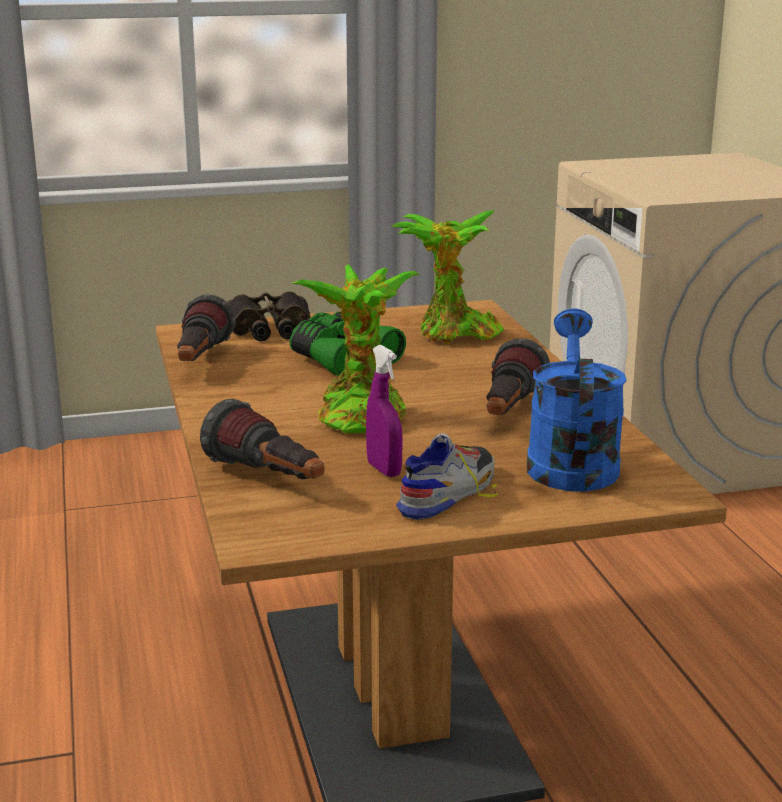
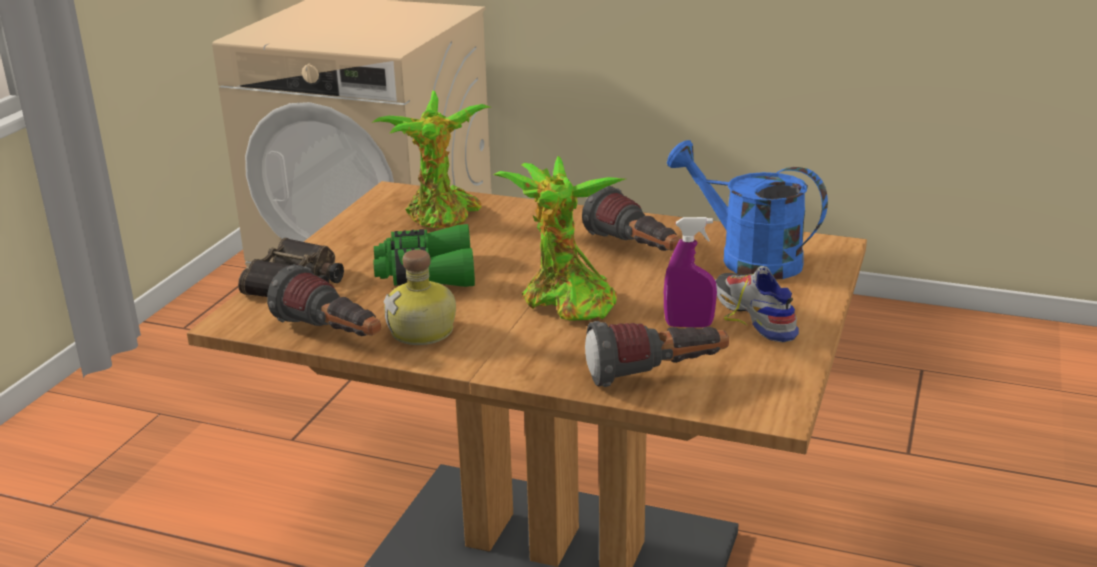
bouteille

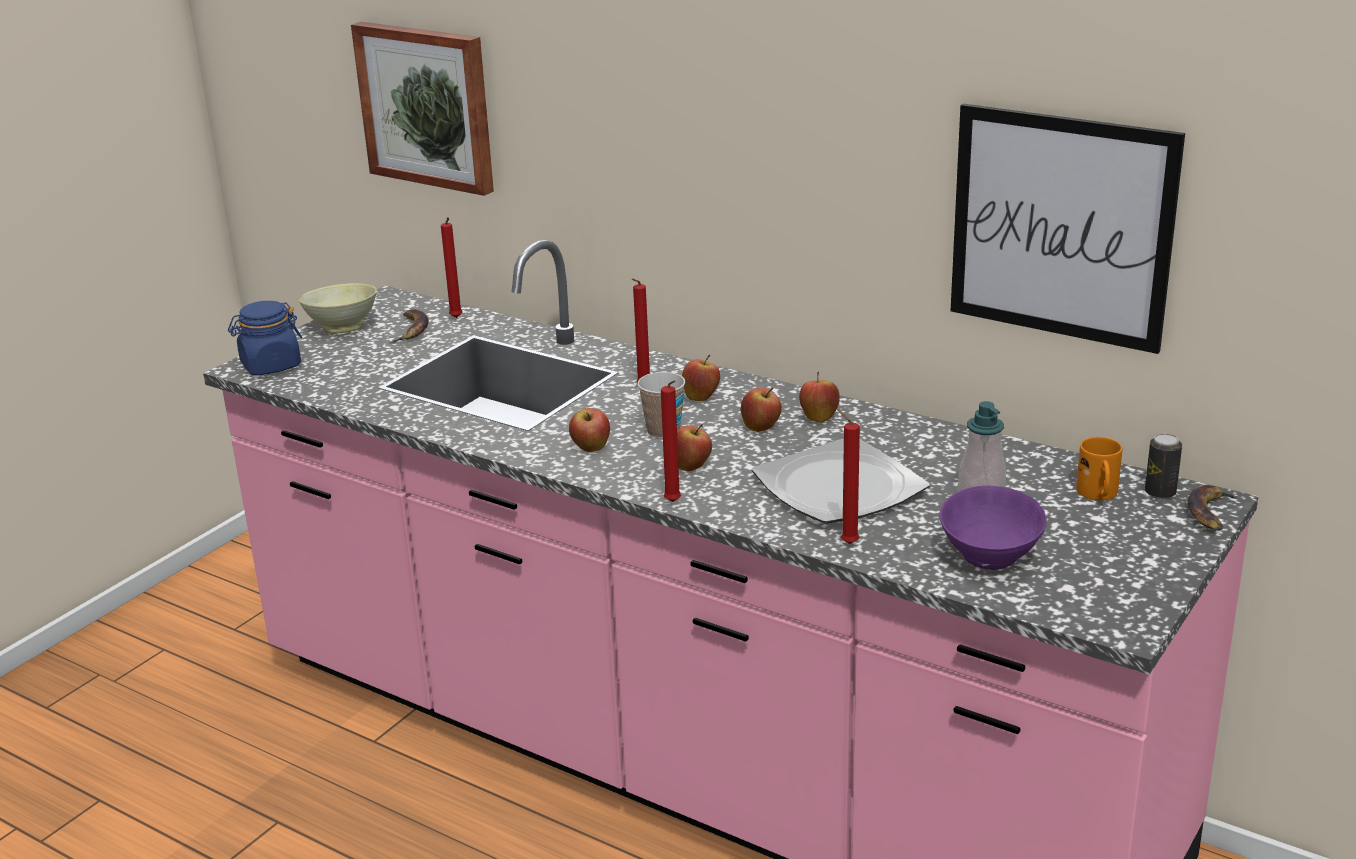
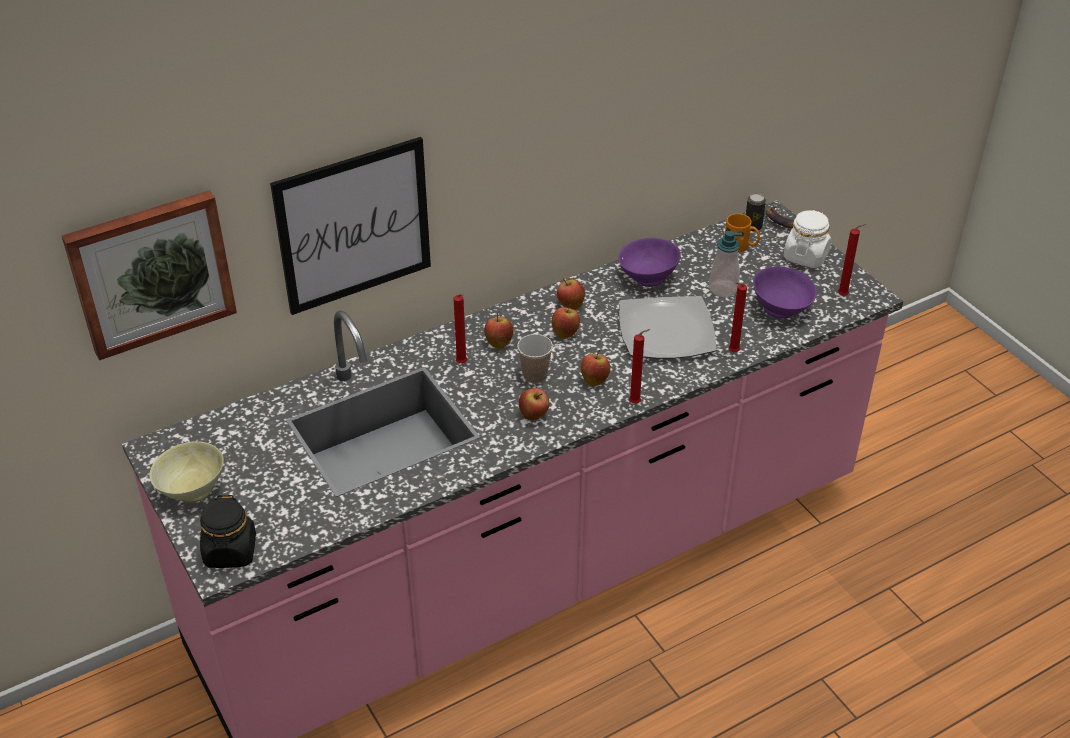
bocal (noir)
banane (no. 1 from left in the first image)
bougie (rouge) (no. 4 from left)
tableau (no. 2 from left)
bol (violet) (no. 1 from left)
bocal (blanc)

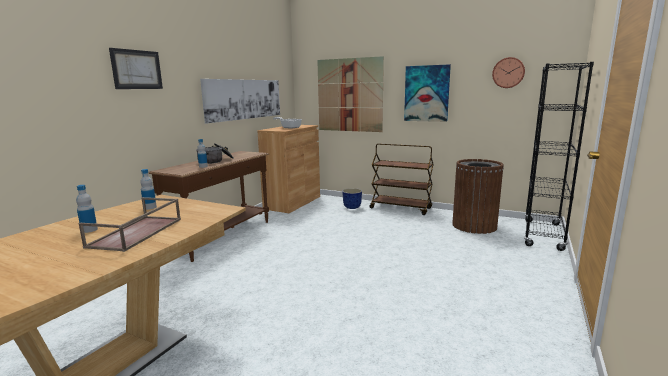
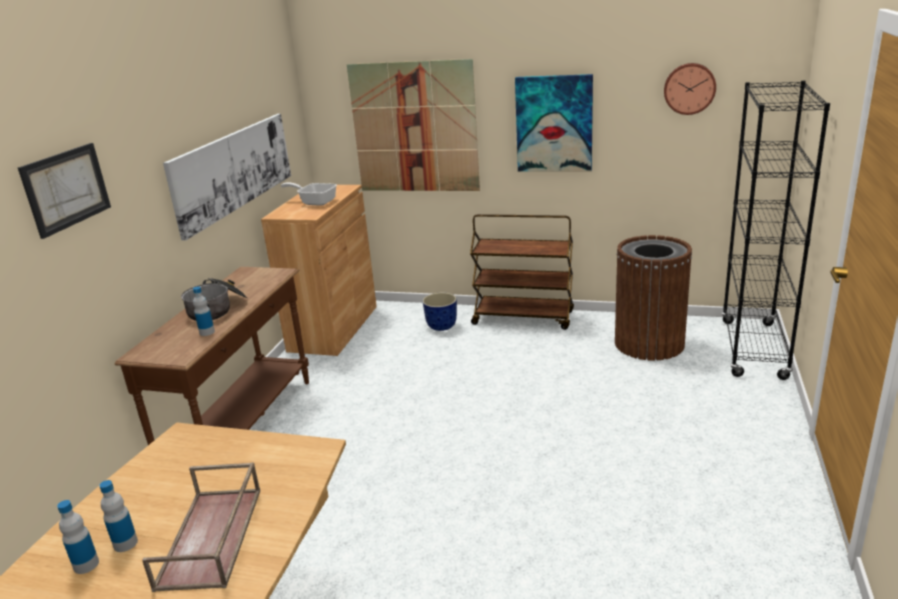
bouteille (no. 1 from left)

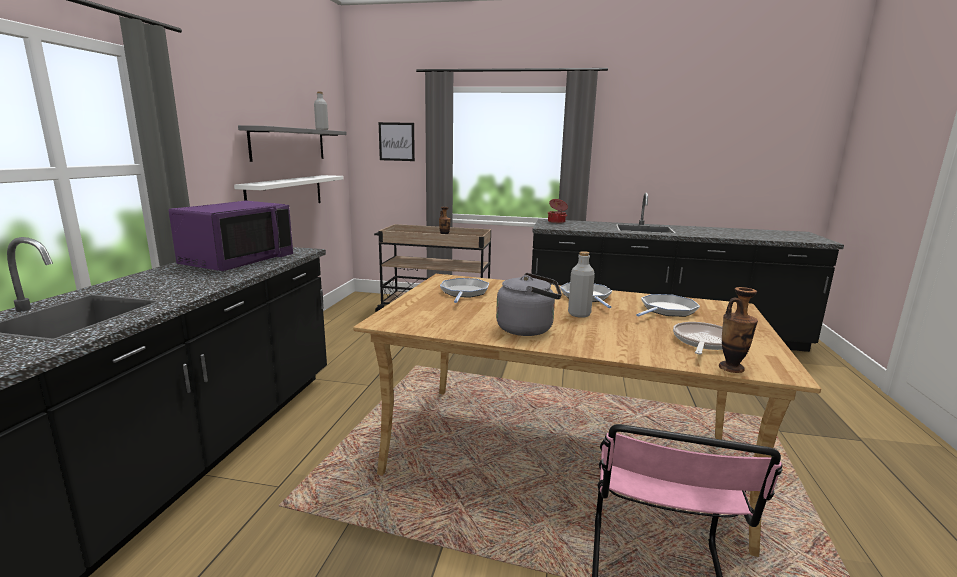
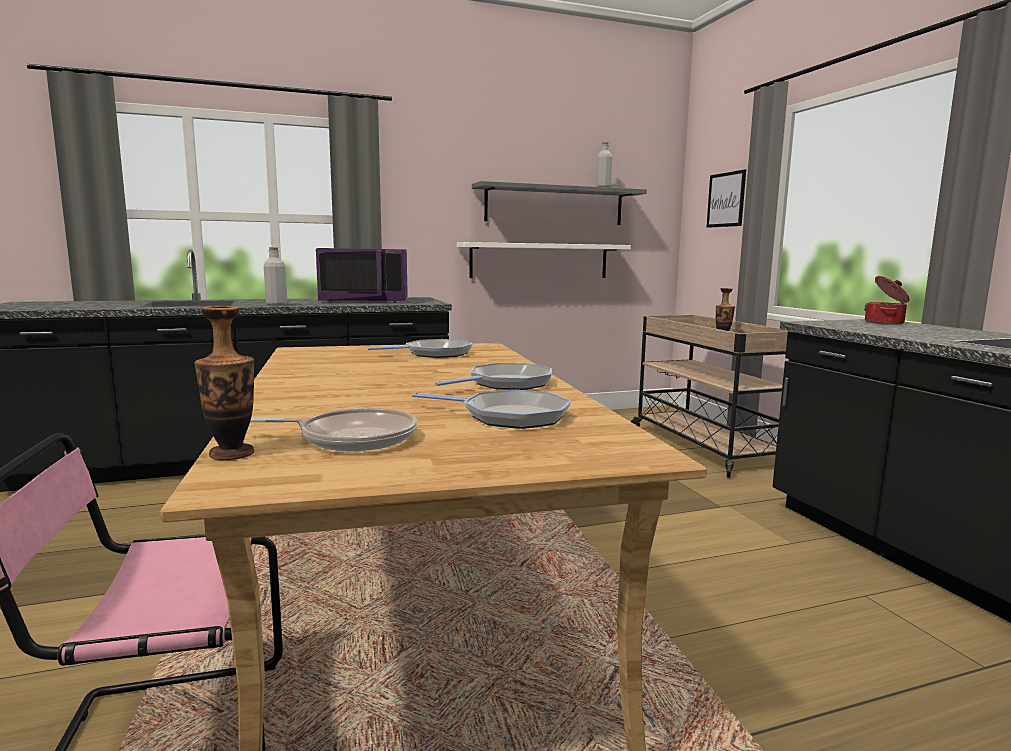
bouilloire (gris)
bouteille (gris) (no. 1 from left)

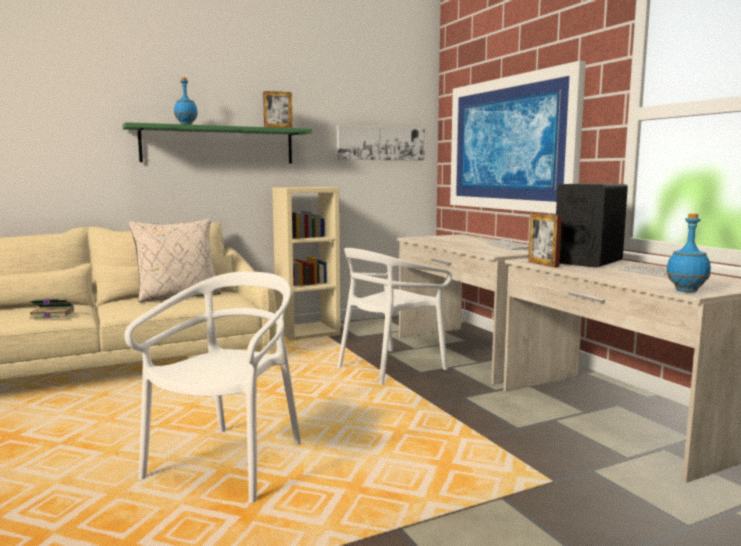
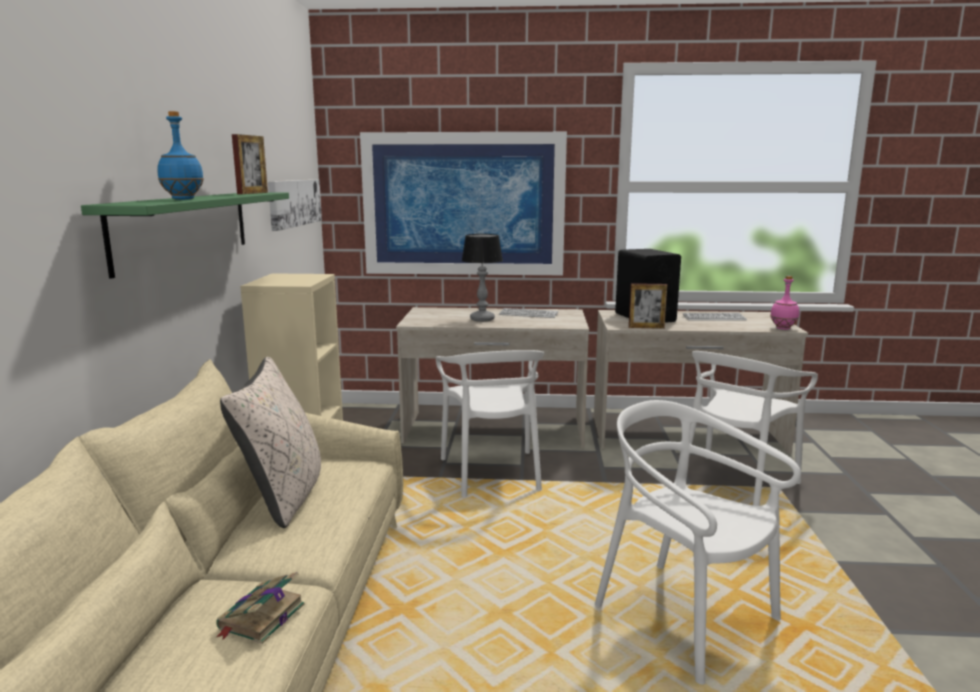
bouteille (rose)
lampe de table
chaise (blanc) (no. 3 from left)

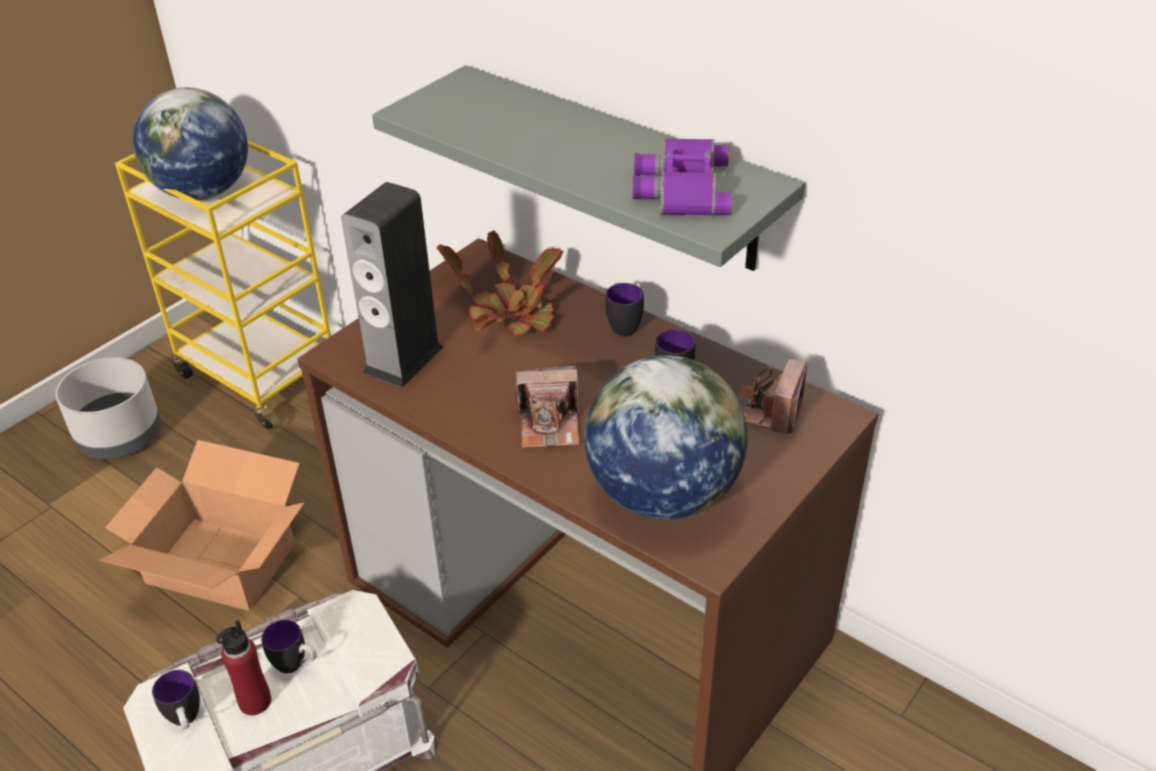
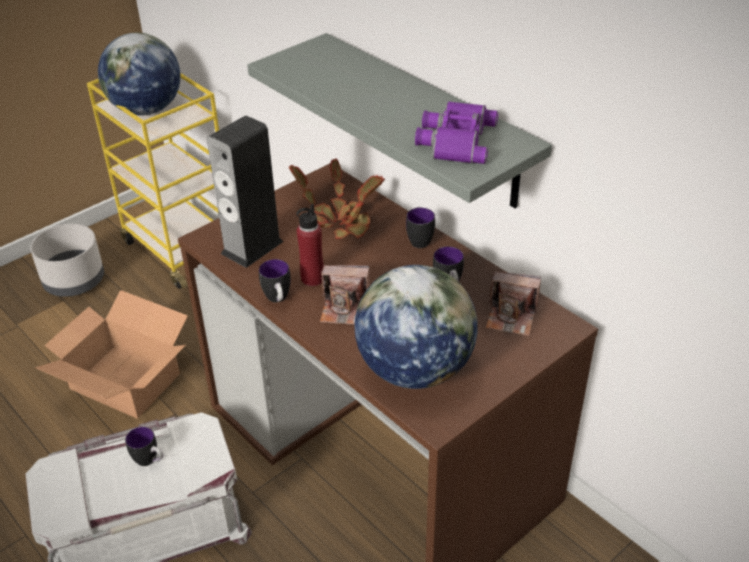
mug (no. 2 from left)
bouteille (rouge)
appareil photo (no. 2 from left)

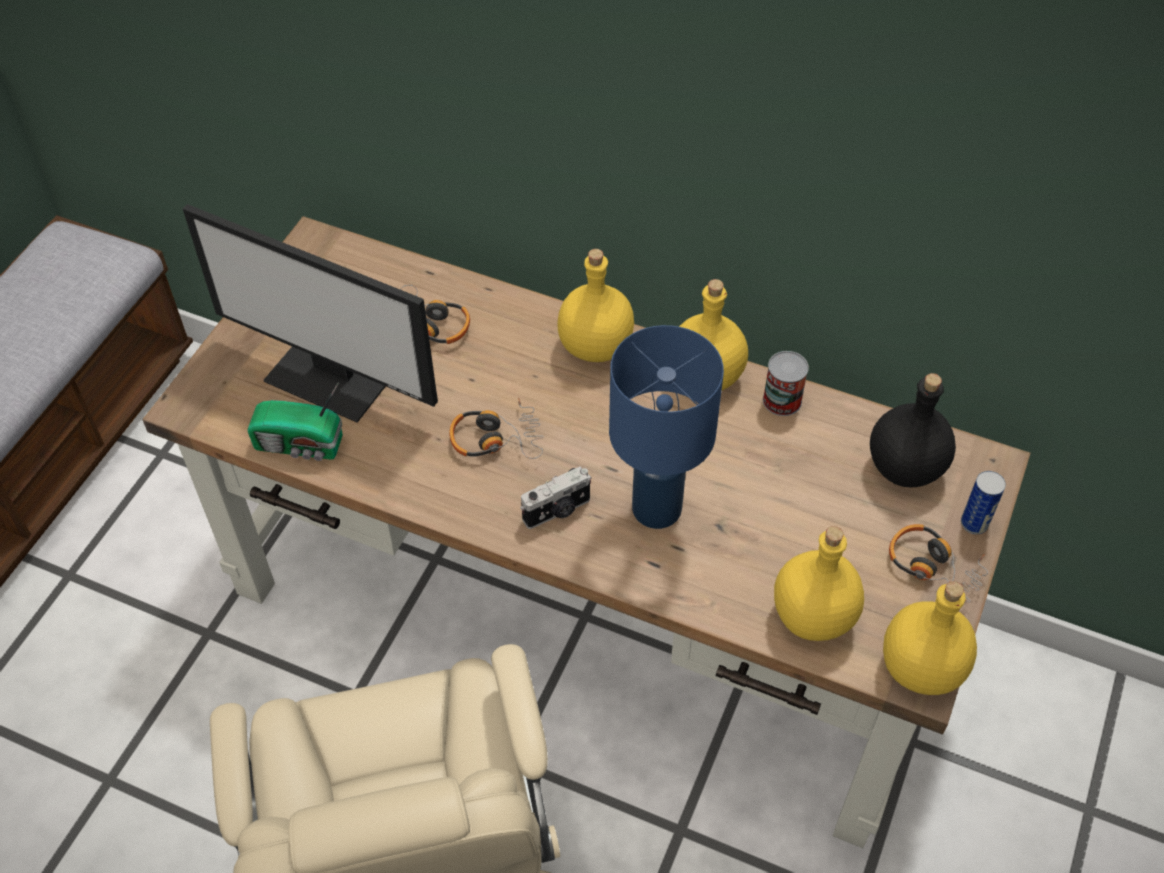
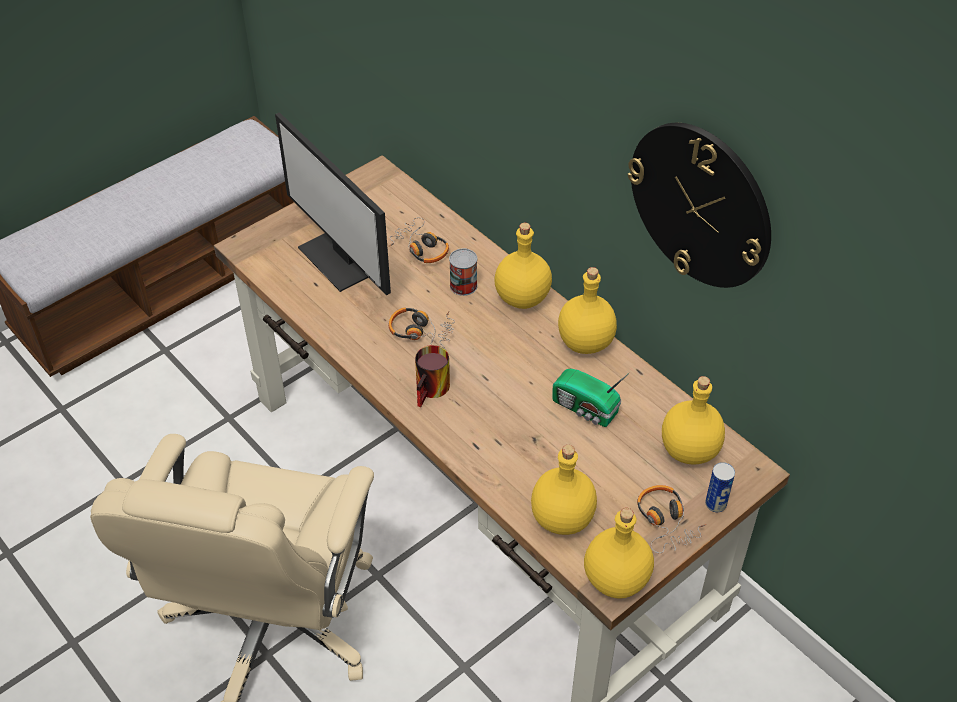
radio
mug
lampe de table (bleu)
boîte métallique (no. 1 from left)
bouteille (jaune) (no. 5 from left)
horloge murale

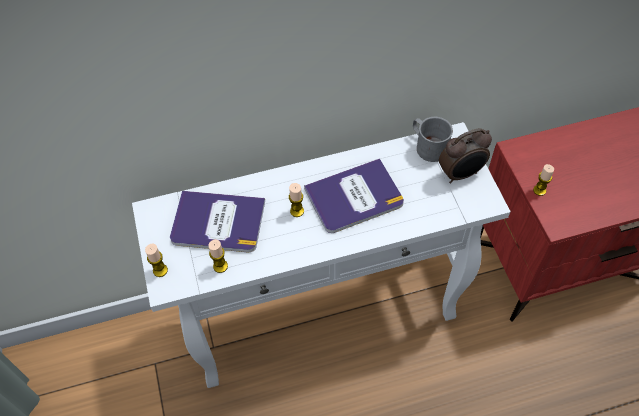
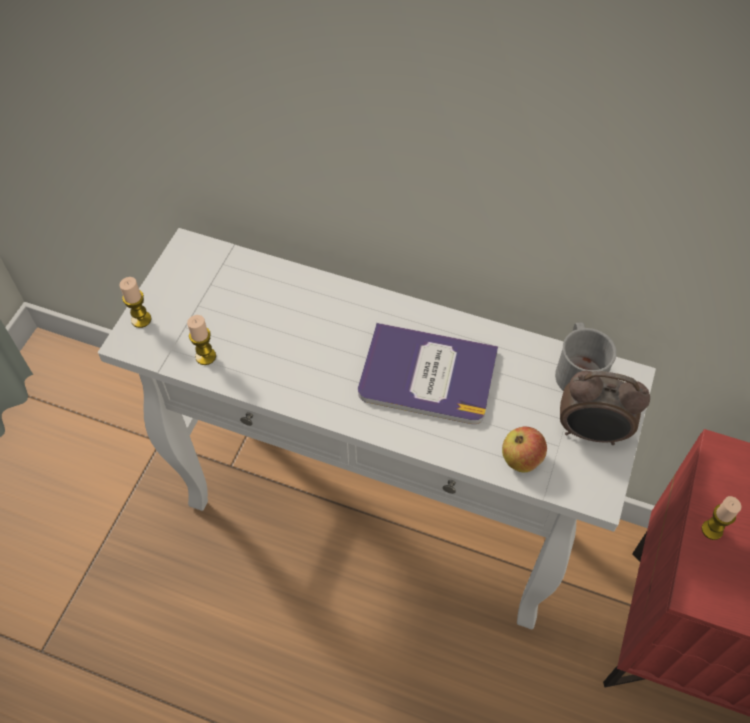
livre (no. 1 from left in the first image)
bougie (no. 3 from left in the first image)
pomme

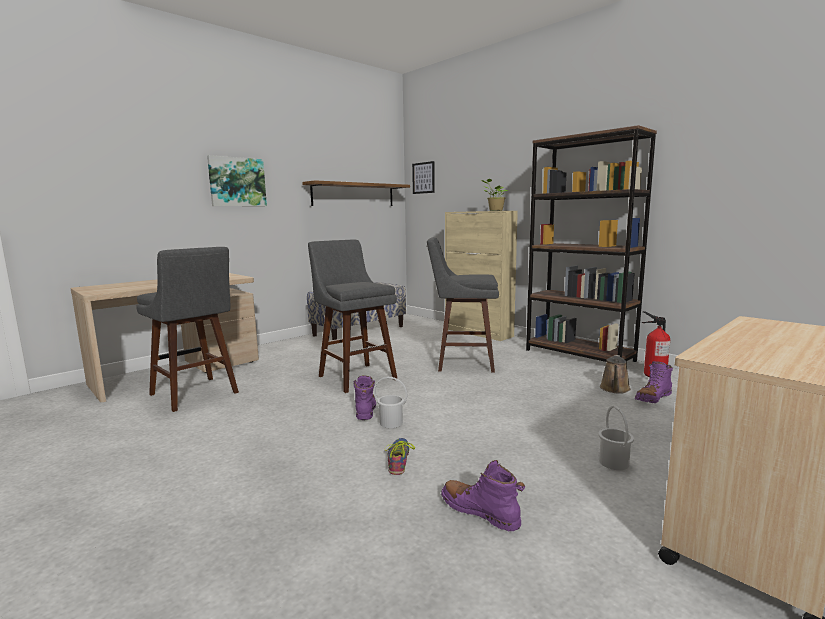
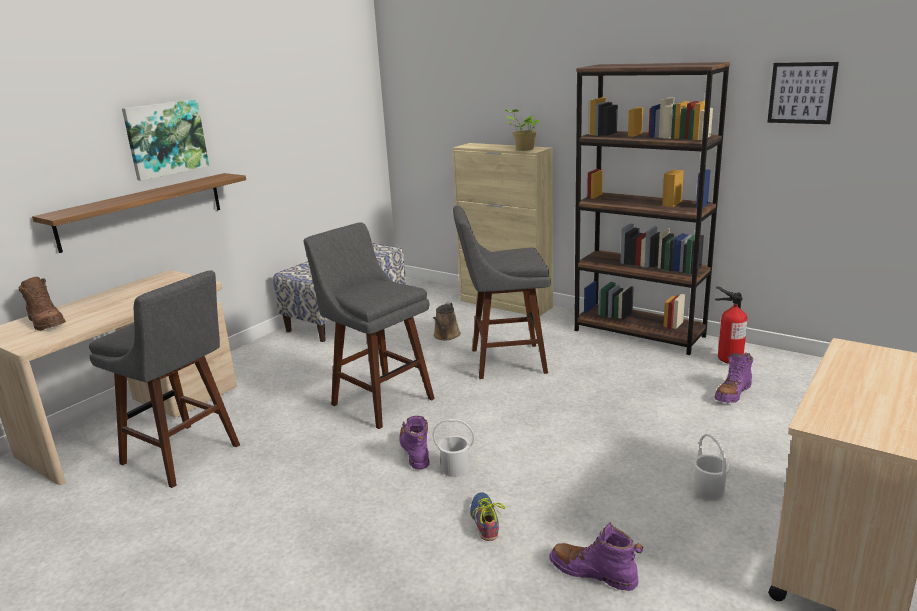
étagère
tableau (no. 2 from left)
arrosoir (marron)
botte (marron)

